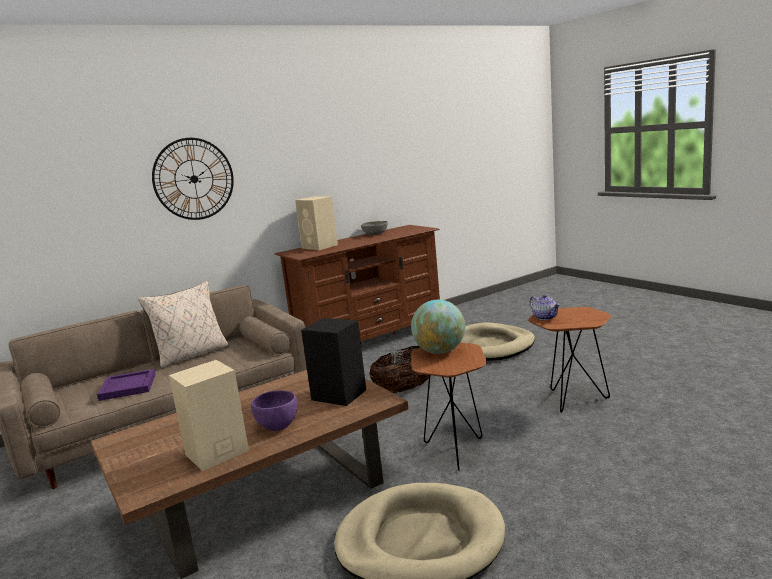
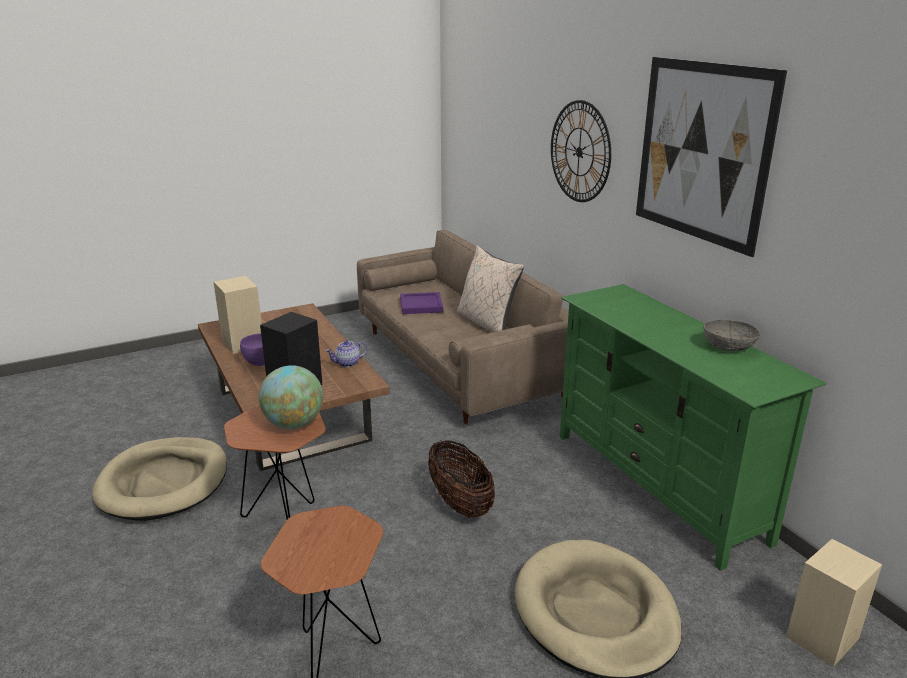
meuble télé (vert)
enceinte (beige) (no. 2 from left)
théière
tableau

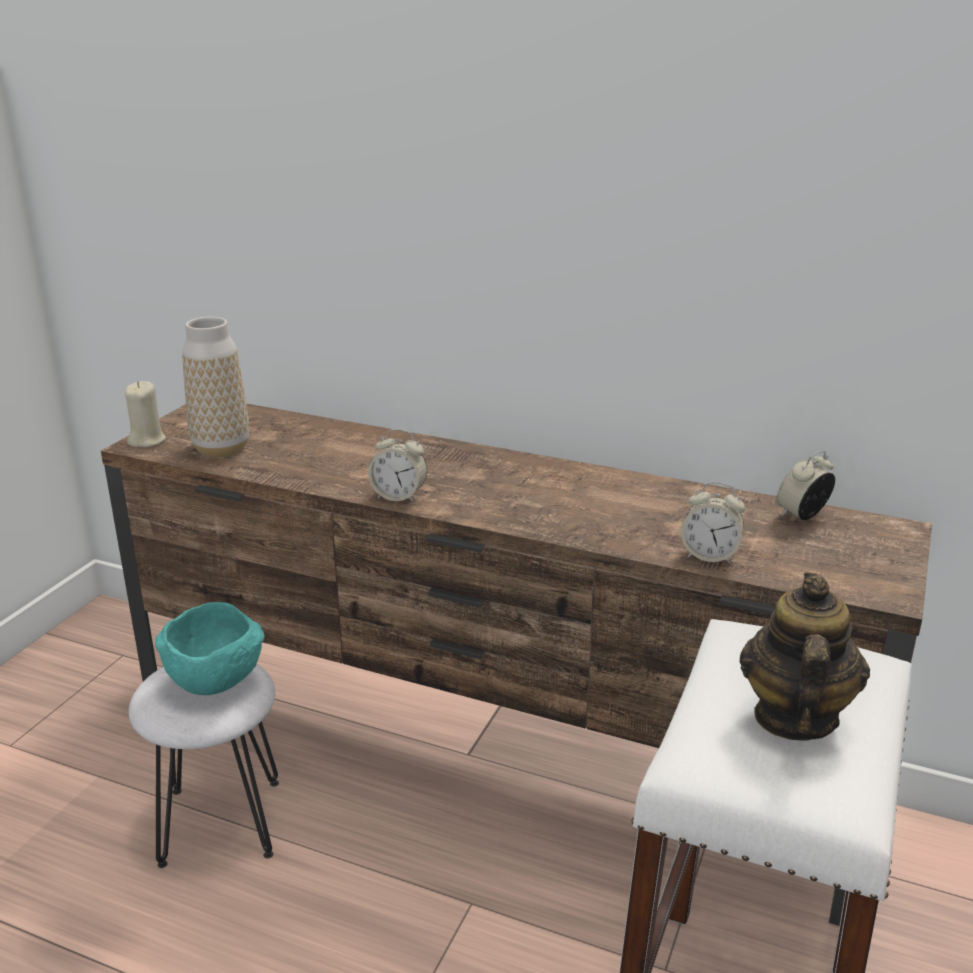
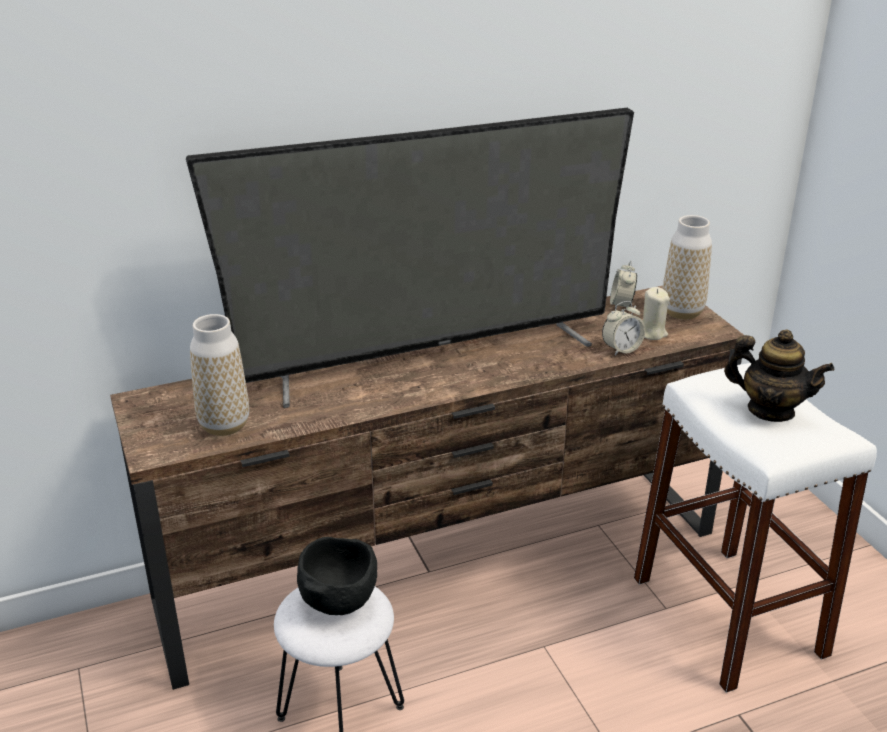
bougie (beige)
bol (noir)
réveil (no. 1 from left in the first image)
théière
téléviseur
vase (no. 2 from left)

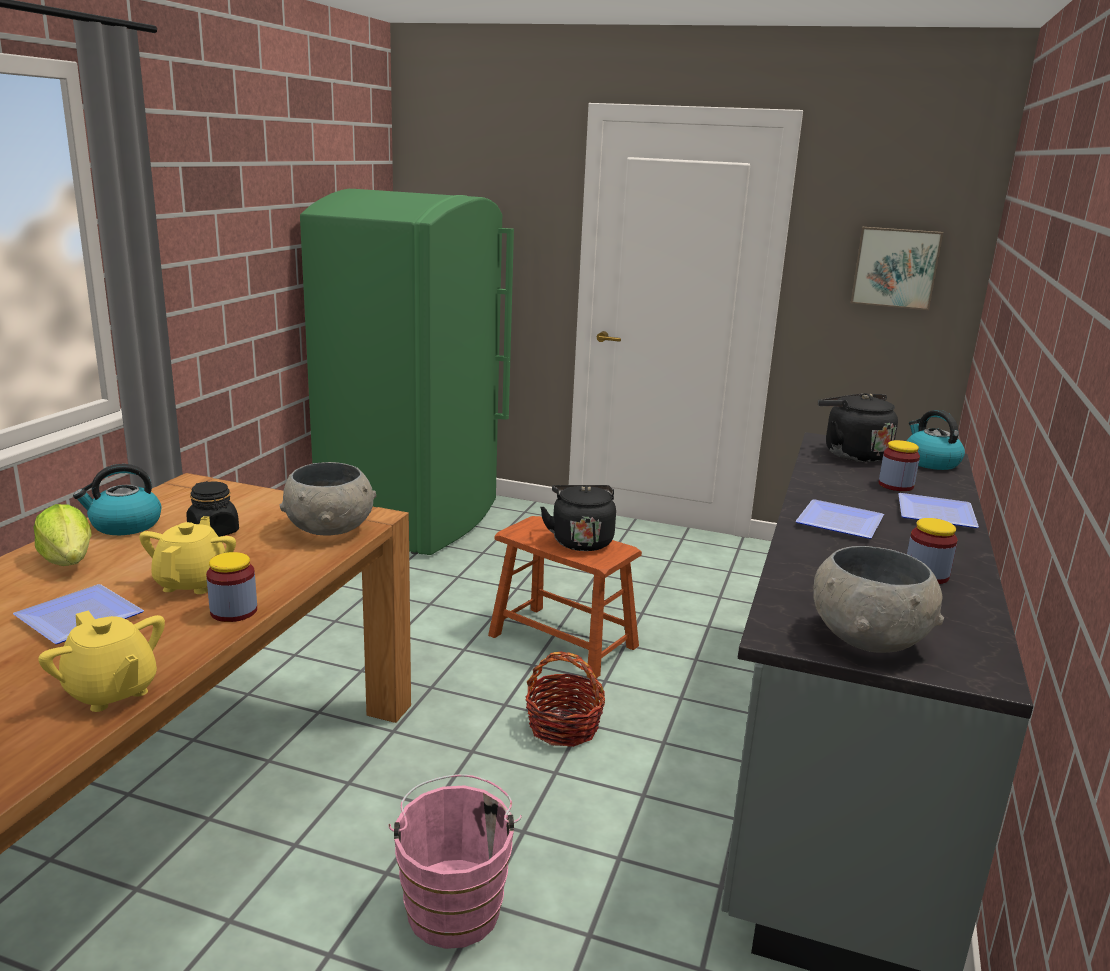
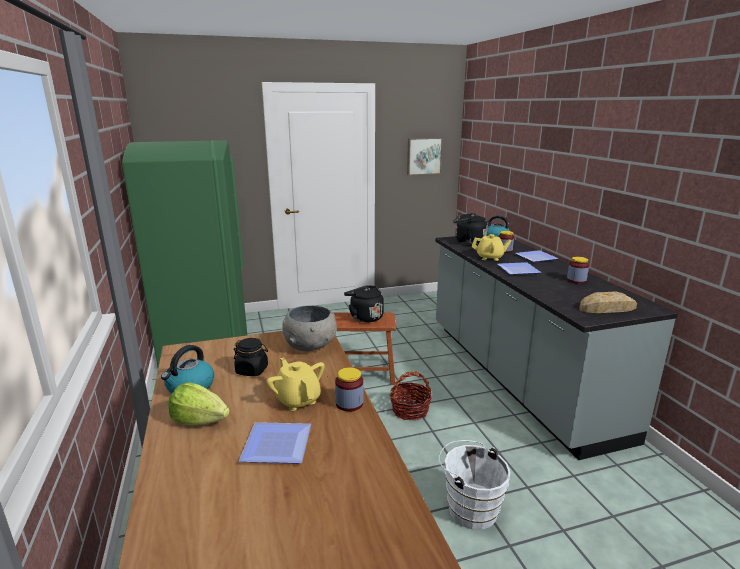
théière (jaune) (no. 2 from left)
seau (blanc)
pain

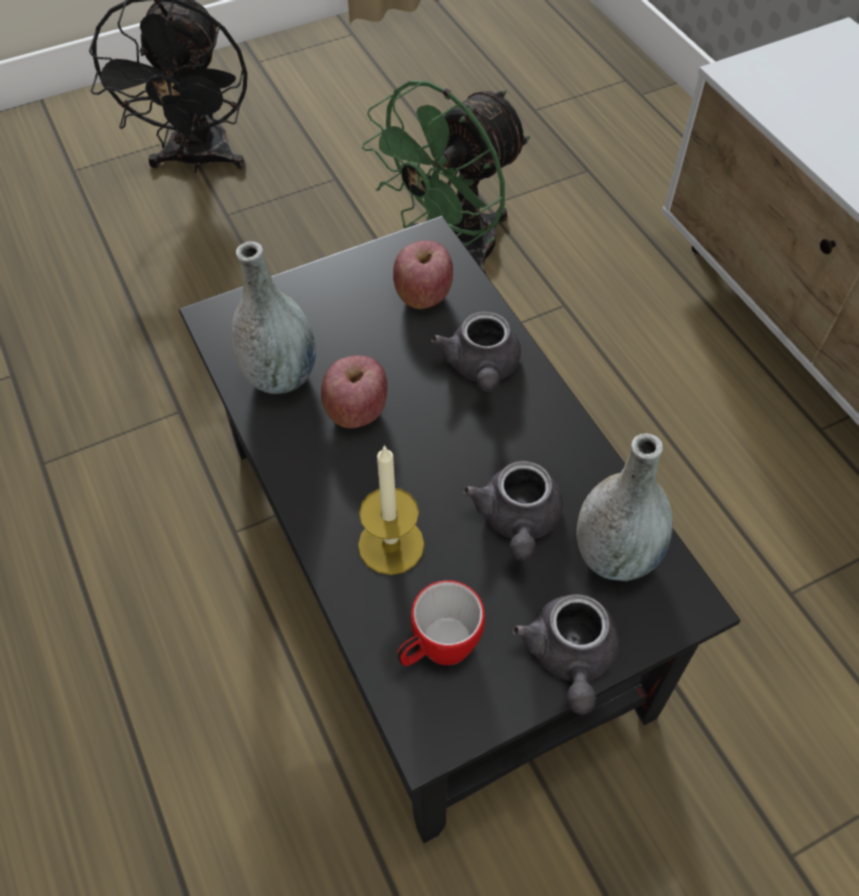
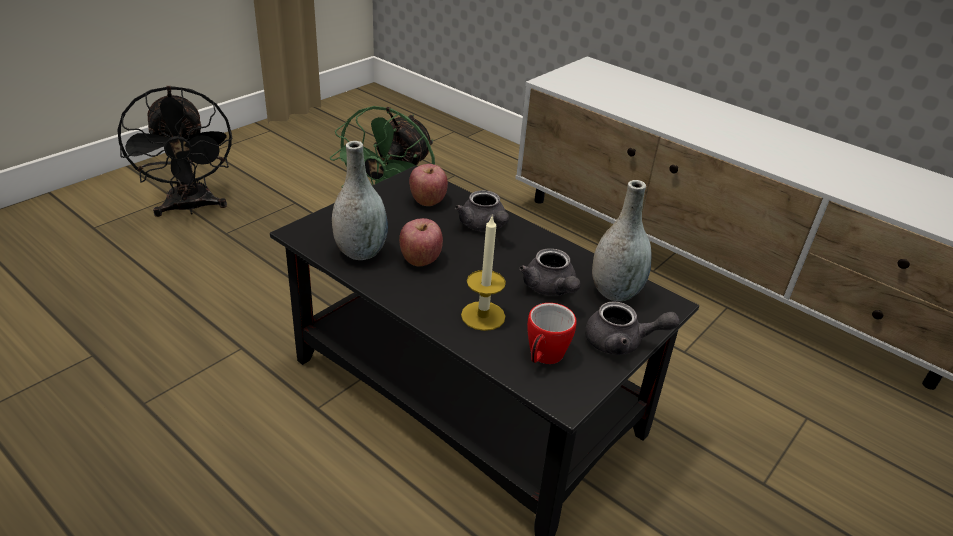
théière (gris) (no. 3 from left)

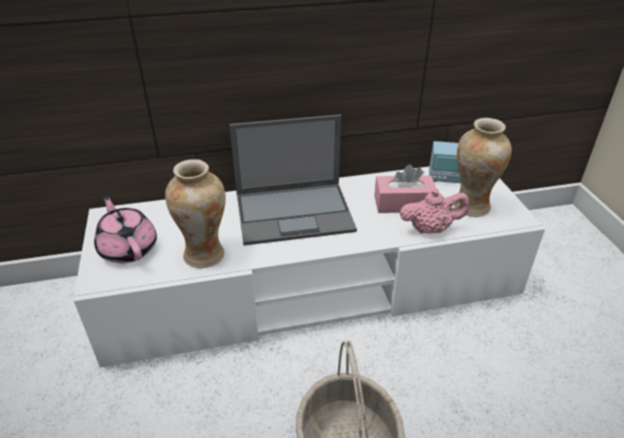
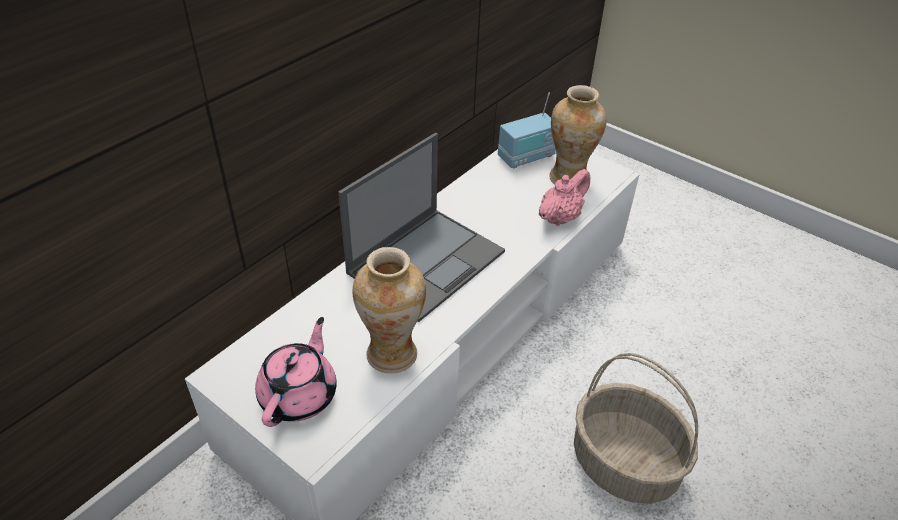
théière (rose) (no. 1 from left)
boîte à mouchoirs (rose)

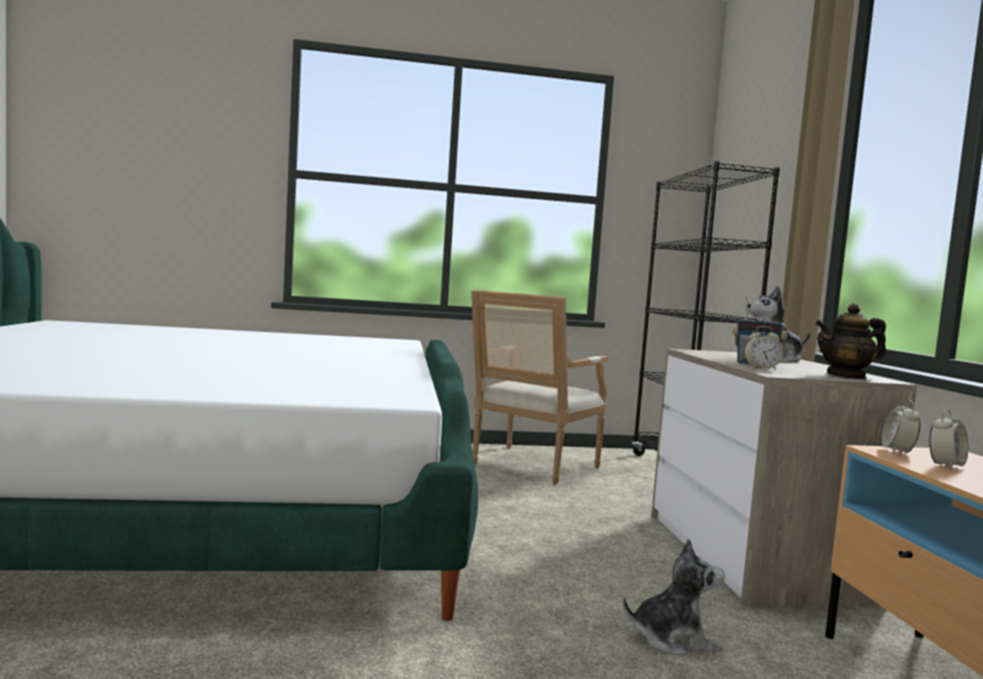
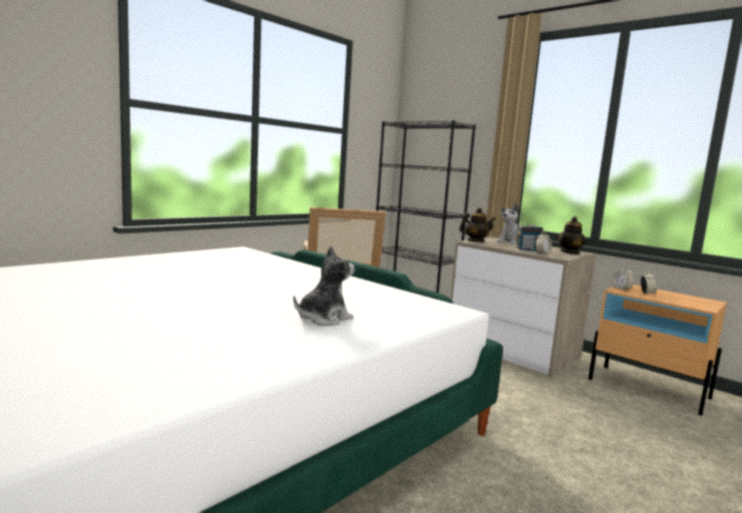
peluche (no. 1 from left)
théière (no. 1 from left)

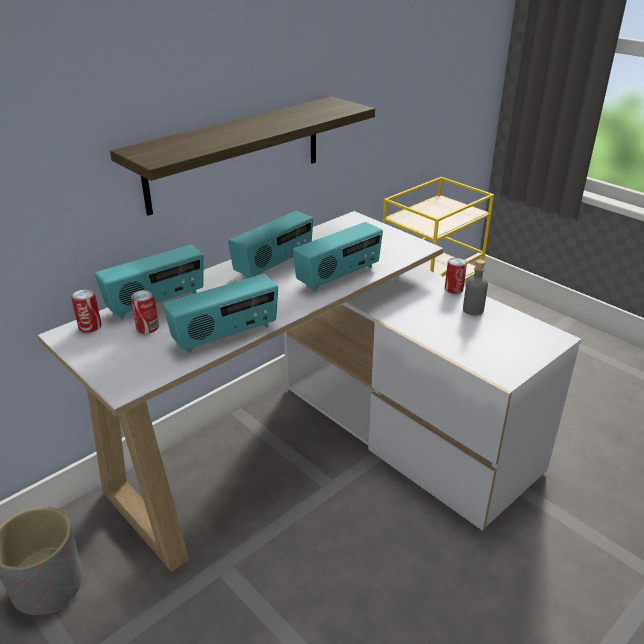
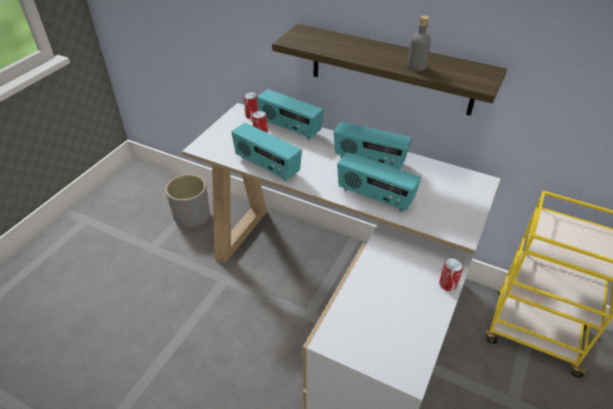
bouteille (gris)

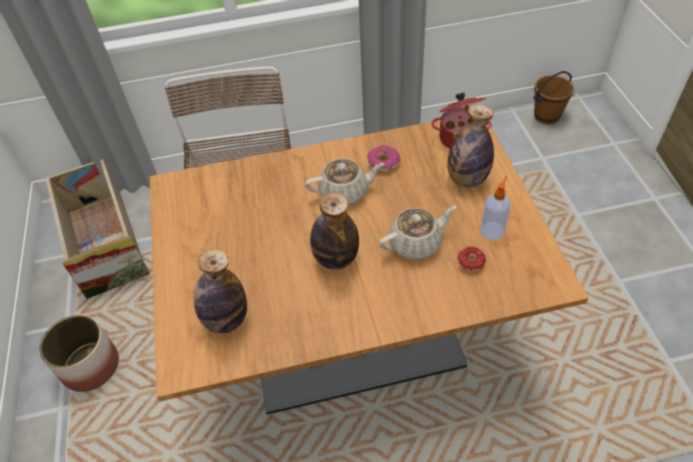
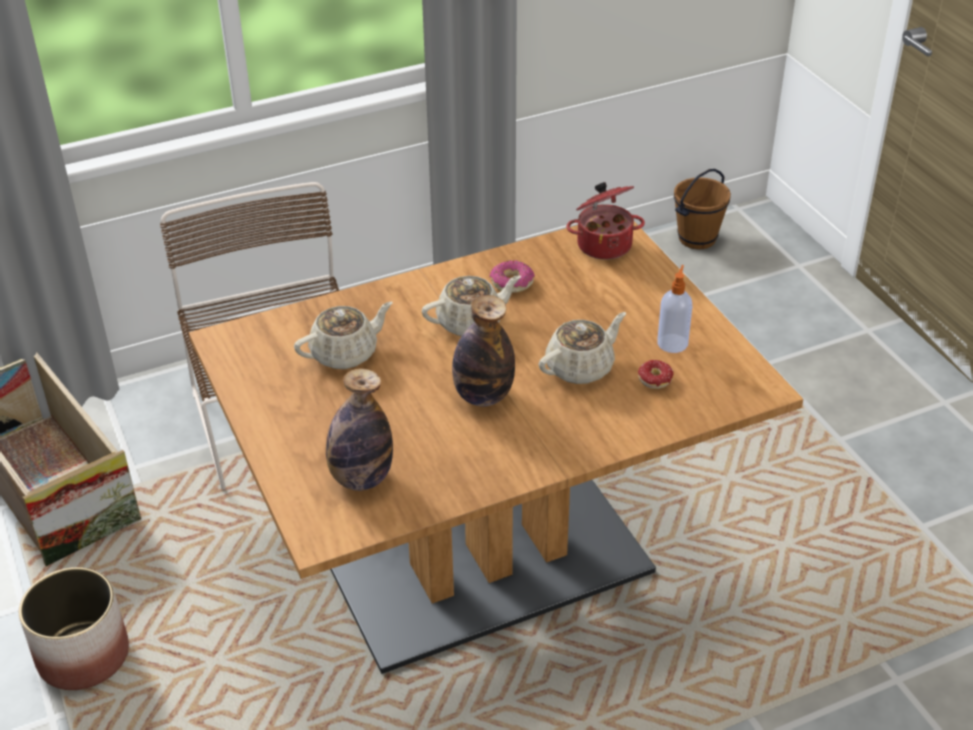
bouteille (no. 3 from left in the first image)
théière (beige) (no. 1 from left)

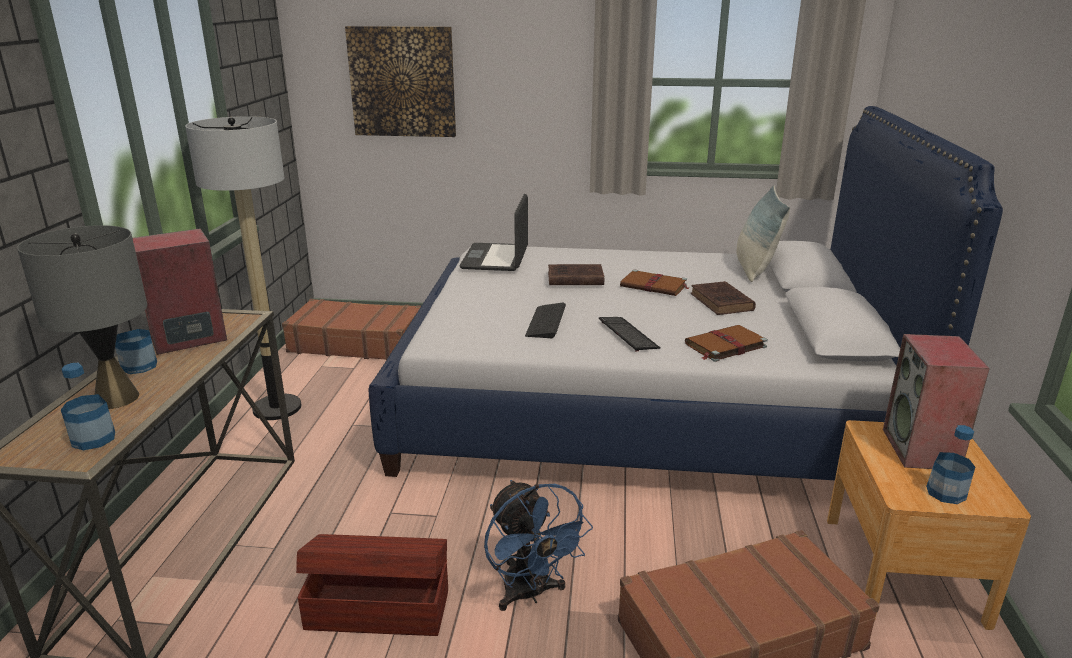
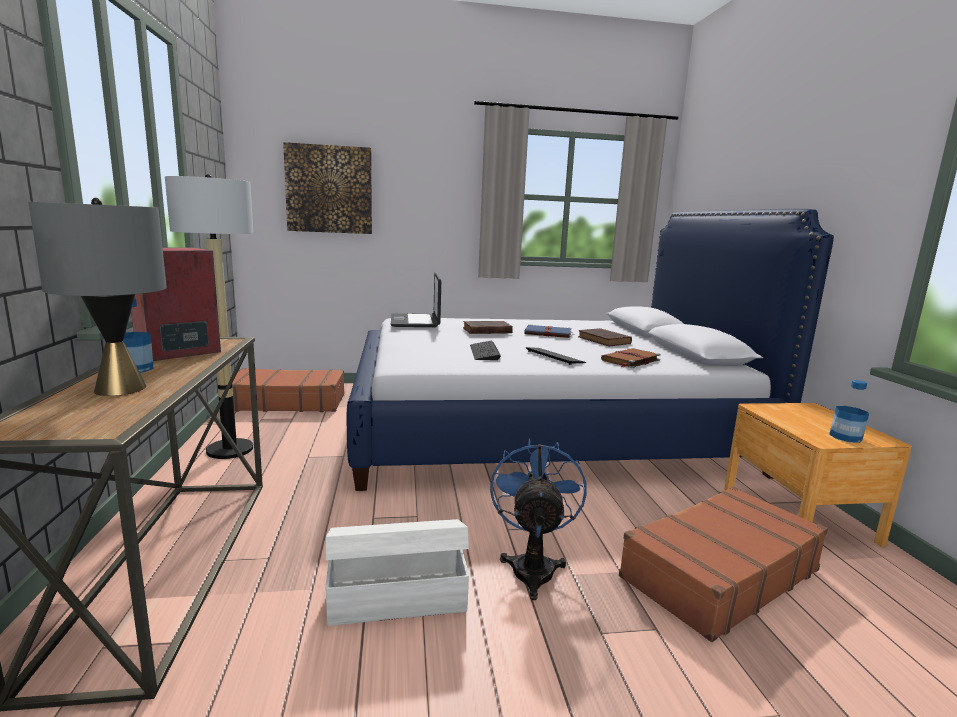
bouteille (no. 1 from left in the first image)
boîte de rangement (blanc)
ventilateur (bleu)
livre (bleu)
coussin
enceinte (no. 2 from left in the first image)

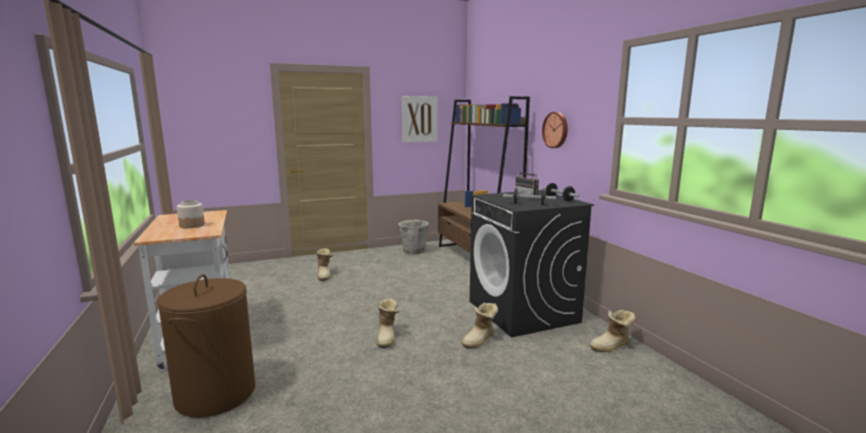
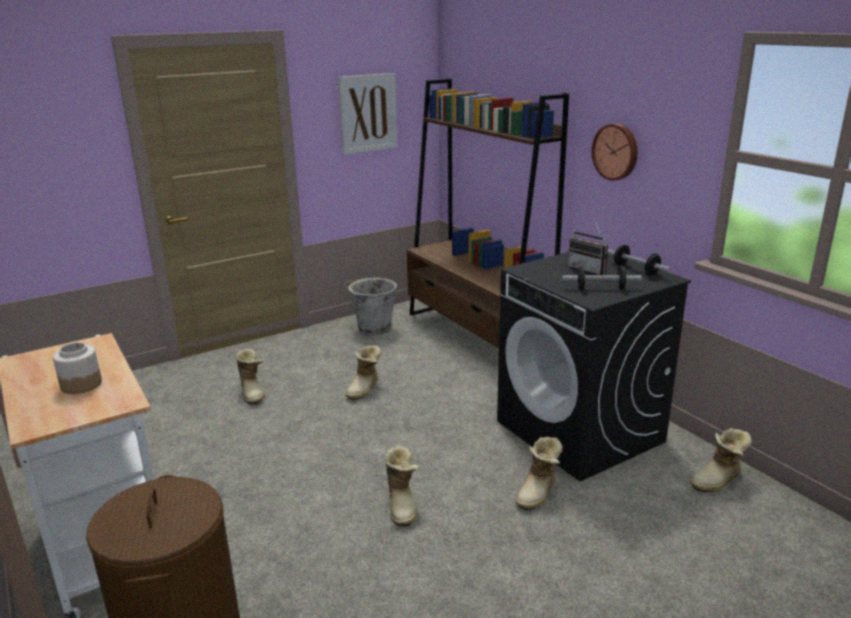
botte (no. 2 from left)

